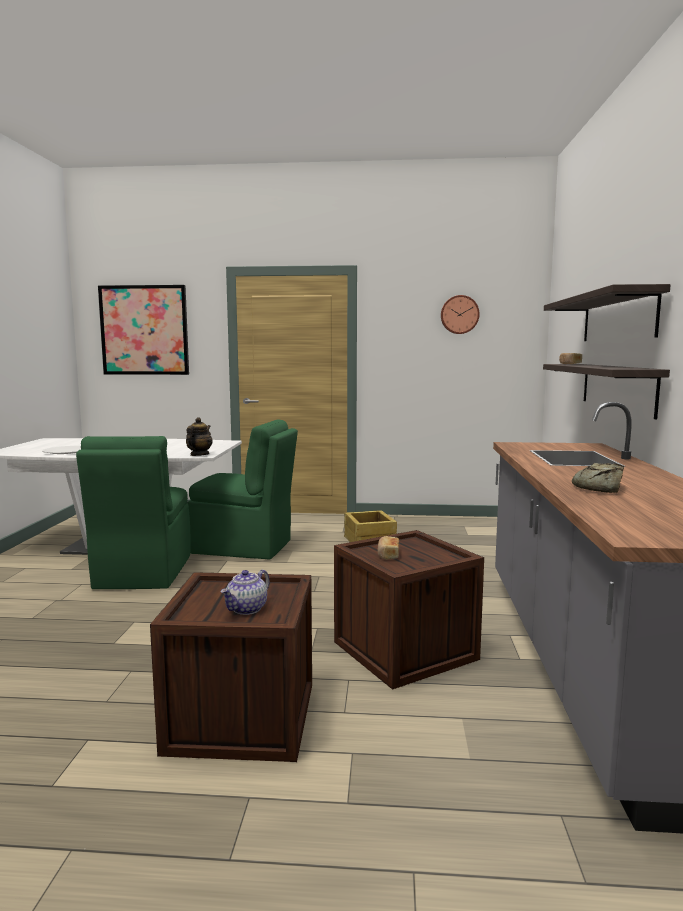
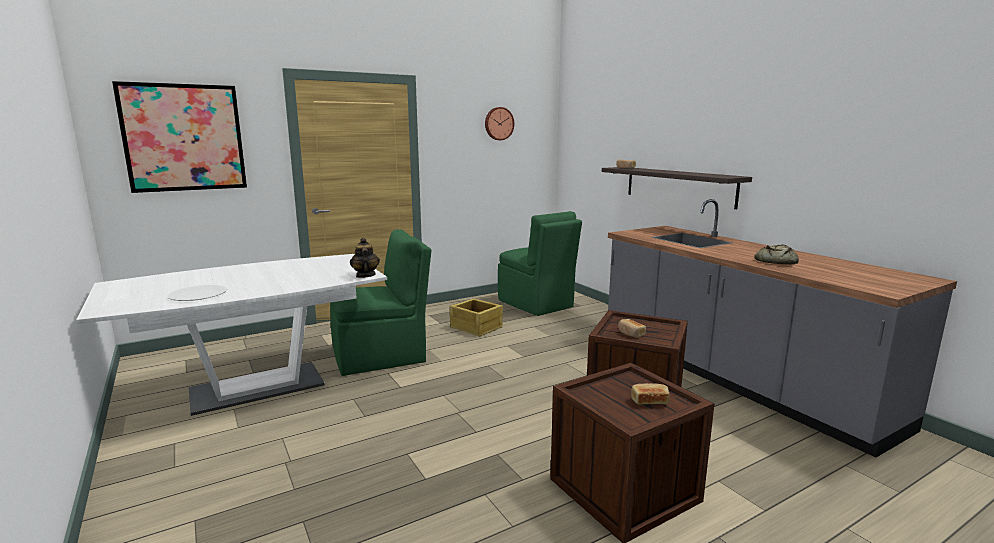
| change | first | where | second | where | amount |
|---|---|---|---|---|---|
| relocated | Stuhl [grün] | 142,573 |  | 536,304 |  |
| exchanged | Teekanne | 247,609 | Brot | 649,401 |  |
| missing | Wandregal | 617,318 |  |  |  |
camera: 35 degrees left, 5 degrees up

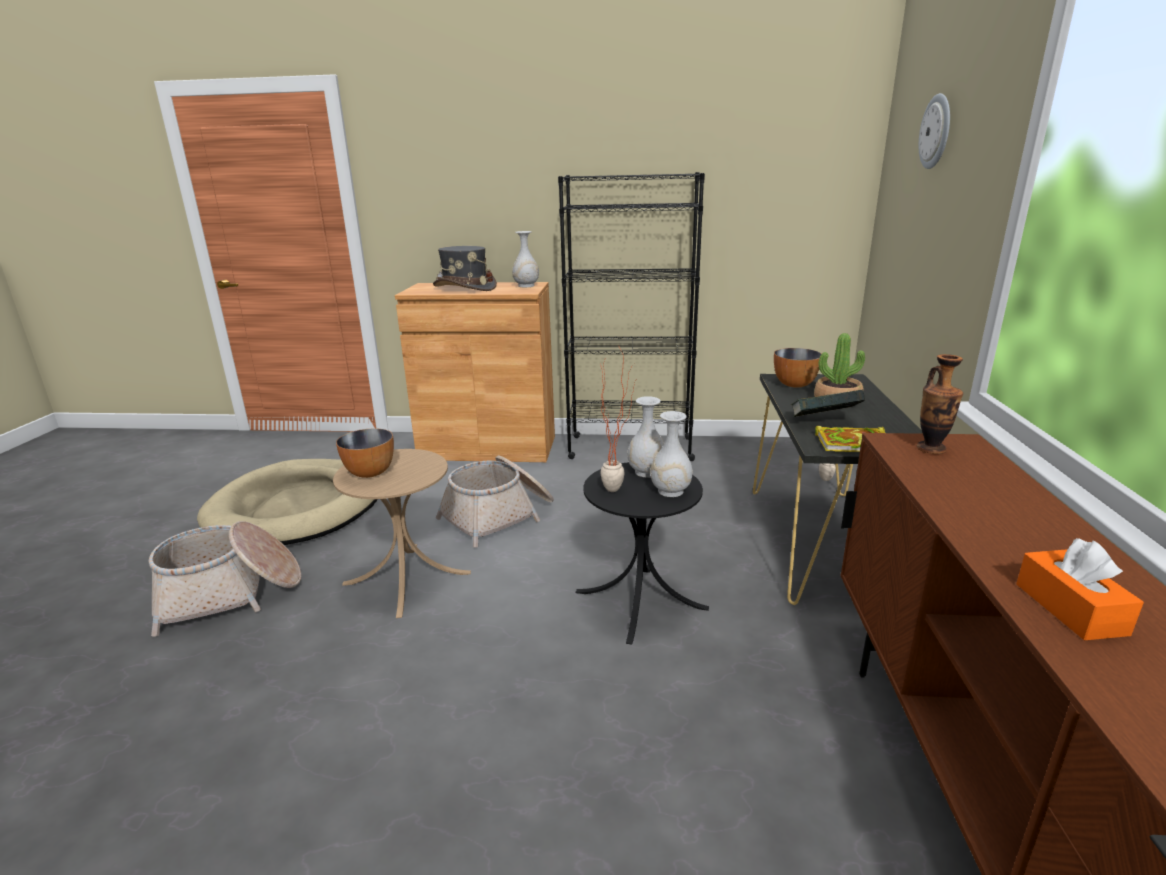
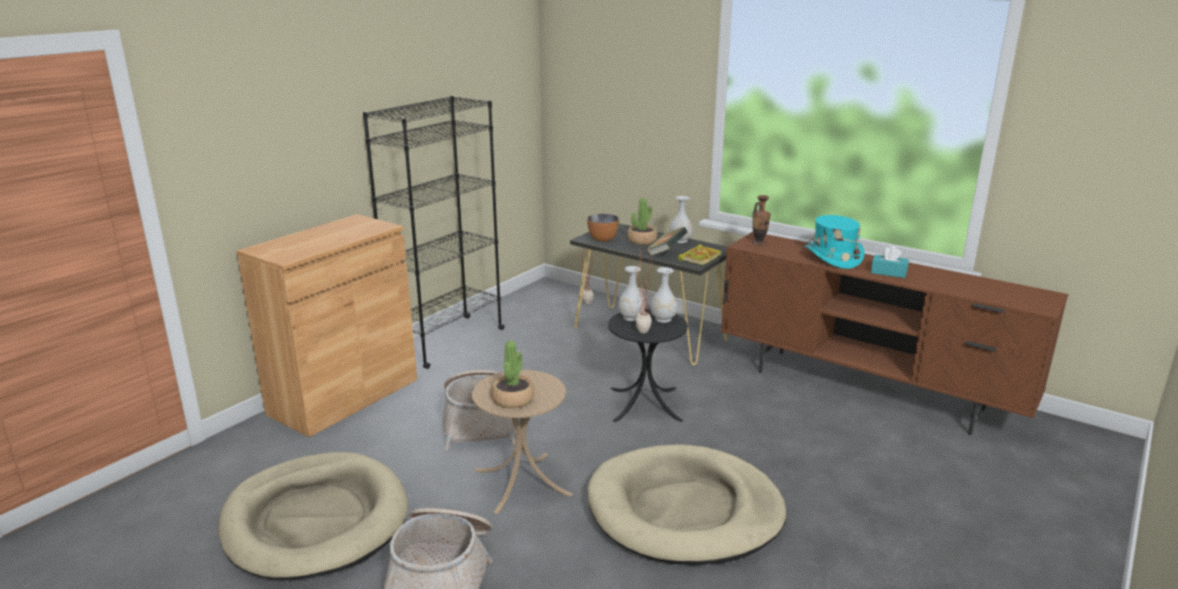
| change | first | where | second | where | amount |
|---|---|---|---|---|---|
| exchanged | Schüssel | 369,473 | Topfpflanze | 513,399 |  |
| missing | Hut [grau] | 465,288 |  |  |  |
| relocated | Vase [weiß] | 526,286 |  | 680,241 |  |
| missing | Wanduhr | 936,131 |  |  |  |
| colour | Taschentuchbox [orange] | 1070,609 | Taschentuchbox [türkis] | 888,272 |  |
| appeared |  |  | Hundebett [beige] | 684,510 |  |
| appeared |  |  | Hut [türkis] | 832,257 |  |
camera: 60 degrees left, 0 degrees up

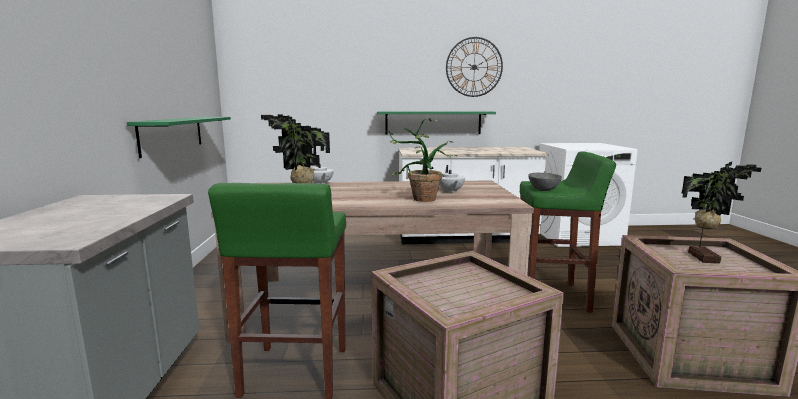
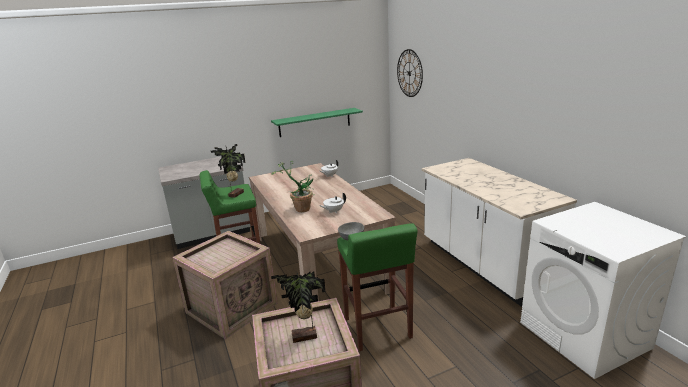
| change | first | where | second | where | amount |
|---|---|---|---|---|---|
| missing | Wandregal [grün] | 433,122 |  |  |  |
| relocated | Wanduhr | 474,67 |  | 409,73 |  |
camera: 70 degrees right, 10 degrees up

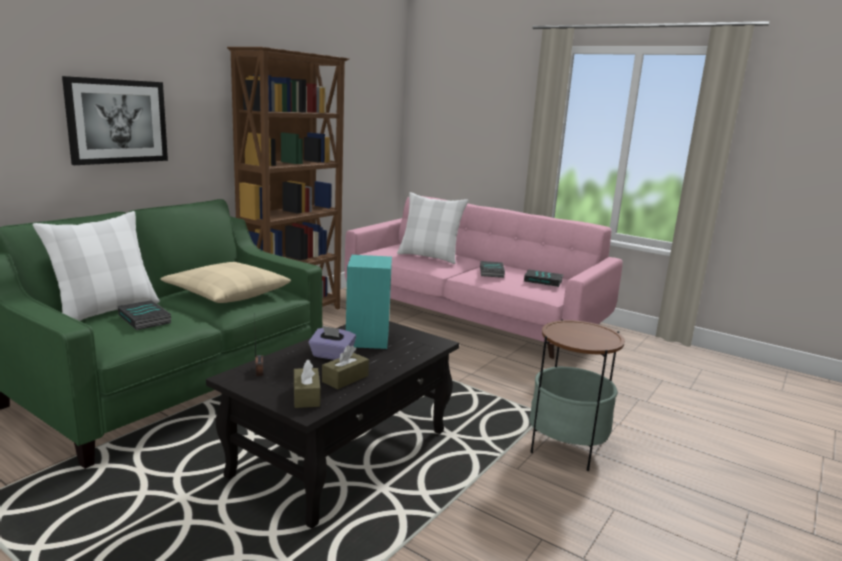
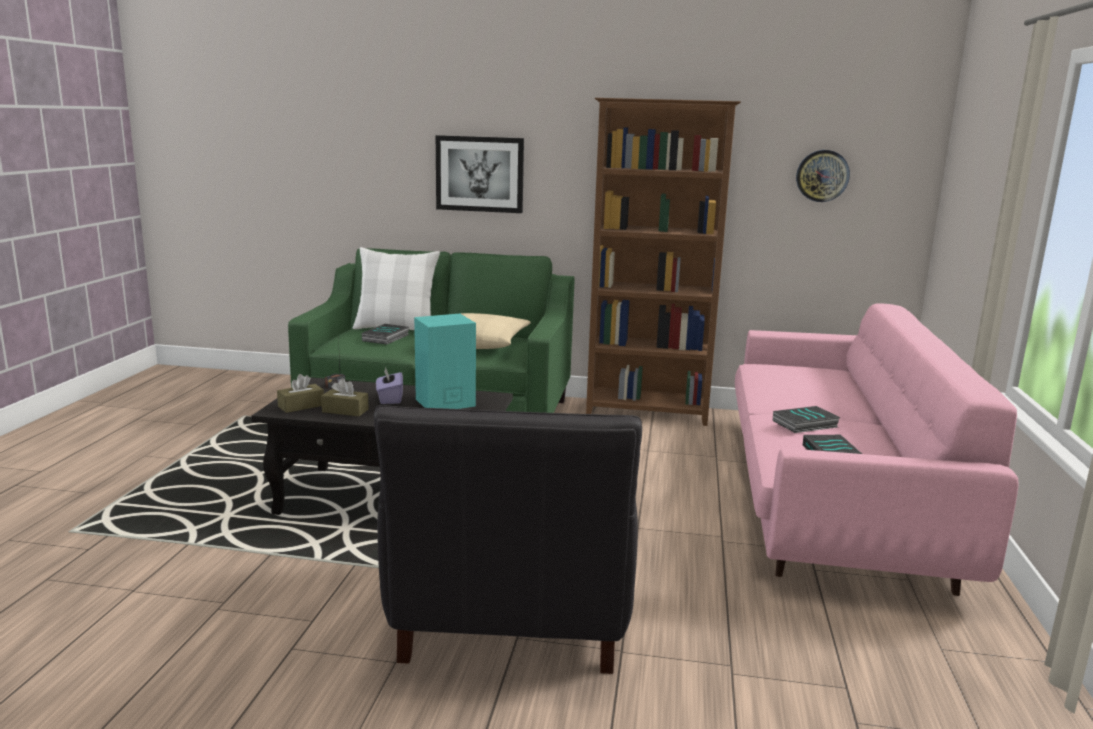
| change | first | where | second | where | amount |
|---|---|---|---|---|---|
| missing | Kissen [weiß] | 429,257 |  |  |  |
| exchanged | Beistelltisch | 566,448 | Sessel [schwarz] | 510,615 |  |
| appeared |  |  | Wanduhr | 822,176 |  |
camera: 65 degrees right, 0 degrees up

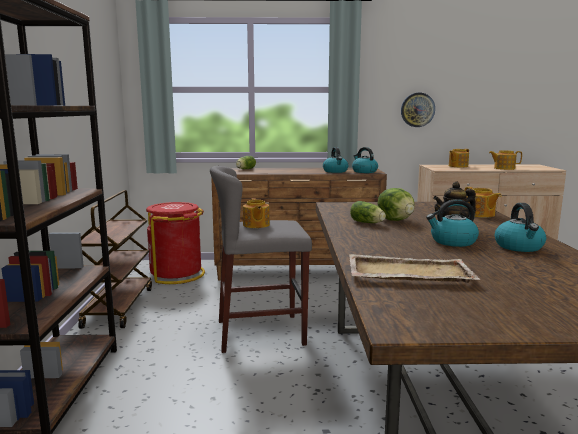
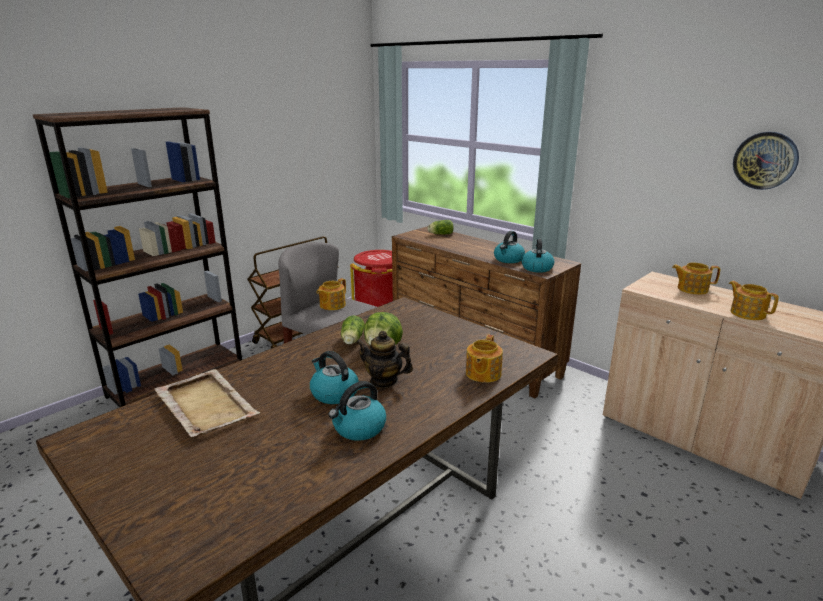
| change | first | where | second | where | amount |
|---|---|---|---|---|---|
| relocated | Wanduhr | 417,109 |  | 765,160 |  |
camera: 45 degrees right, 10 degrees up

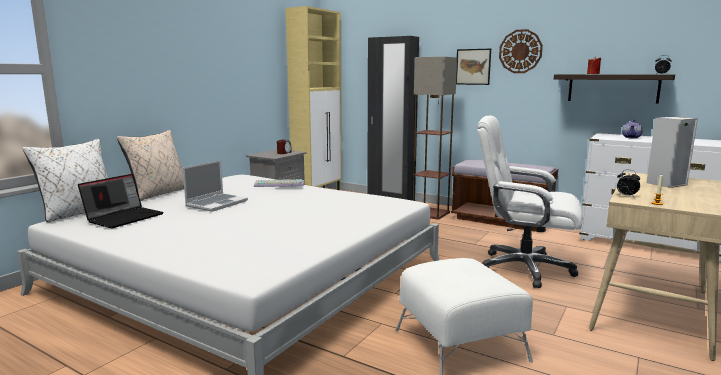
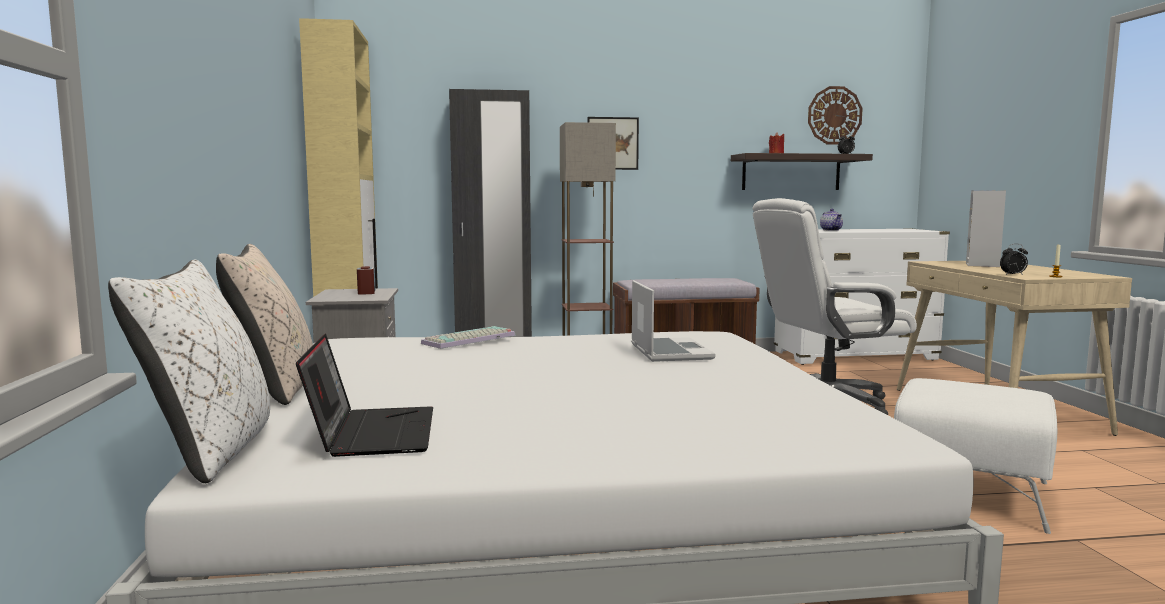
| change | first | where | second | where | amount |
|---|---|---|---|---|---|
| relocated | Laptop | 217,203 |  | 668,352 |  |
| relocated | Wanduhr | 520,51 |  | 834,115 |  |
camera: 40 degrees left, 5 degrees down

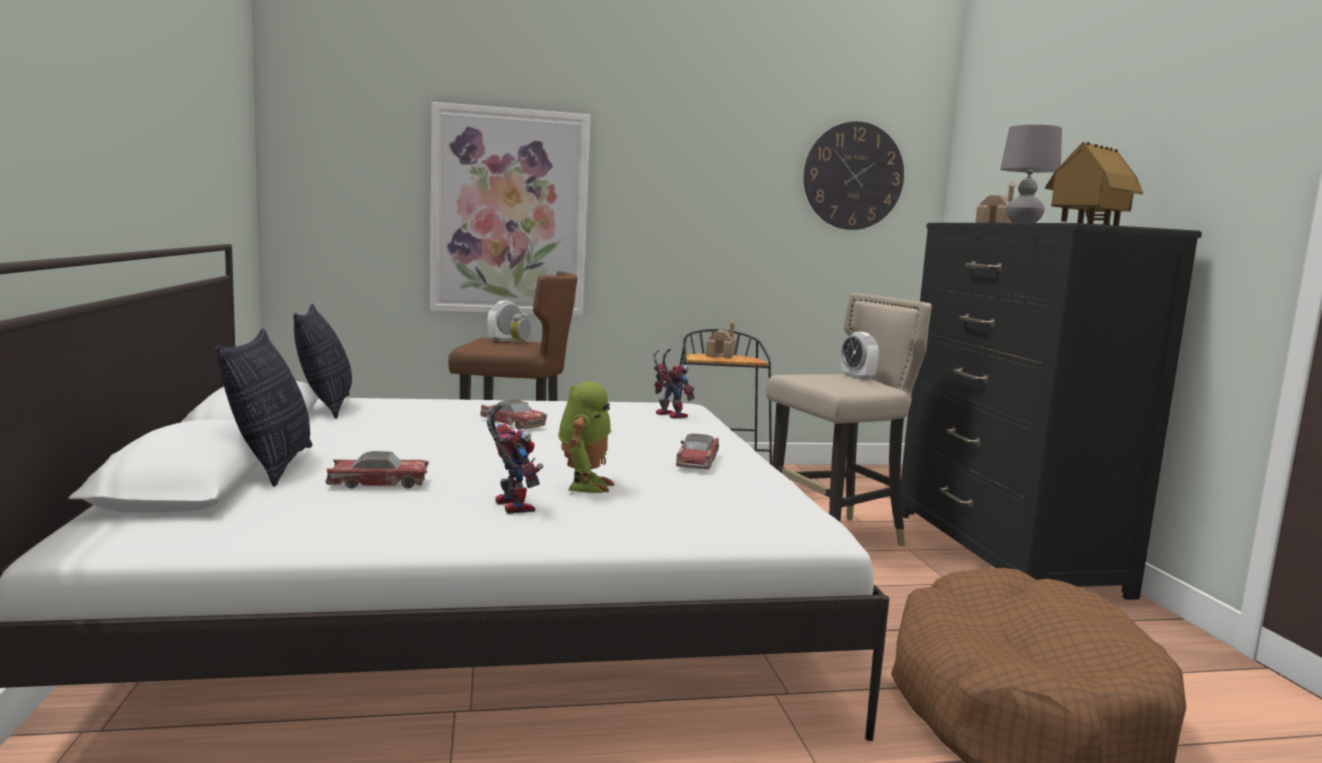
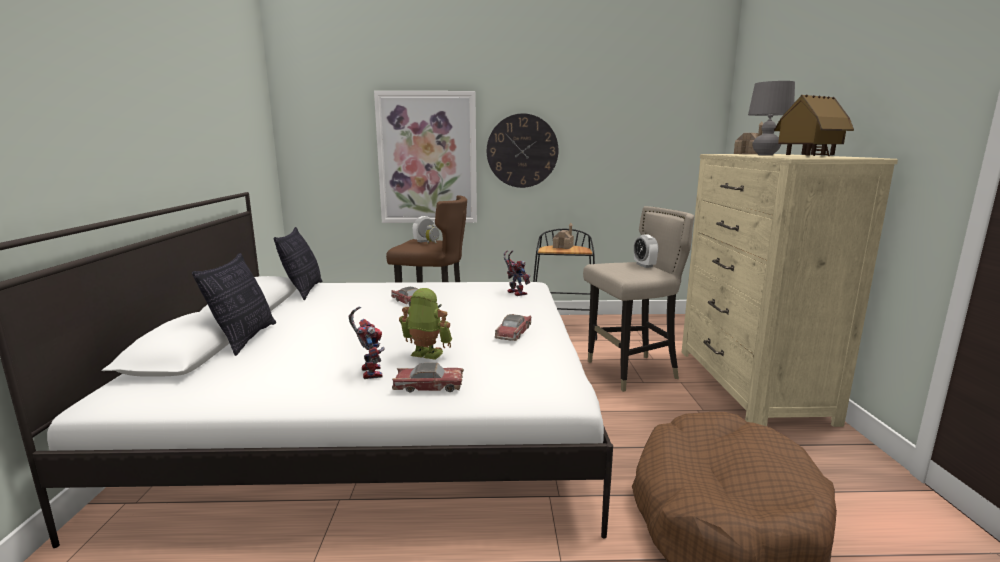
| change | first | where | second | where | amount |
|---|---|---|---|---|---|
| relocated | Spielzeugauto | 378,483 |  | 429,386 |  |
| spun | Spielzeugroboter | 584,485 |  | 425,355 | 90 degrees counterclockwise |
| relocated | Wanduhr | 853,176 |  | 522,151 |  |
| colour | Kommode [schwarz] | 1003,551 | Kommode [beige] | 750,384 |  |
camera: 10 degrees right, 5 degrees up

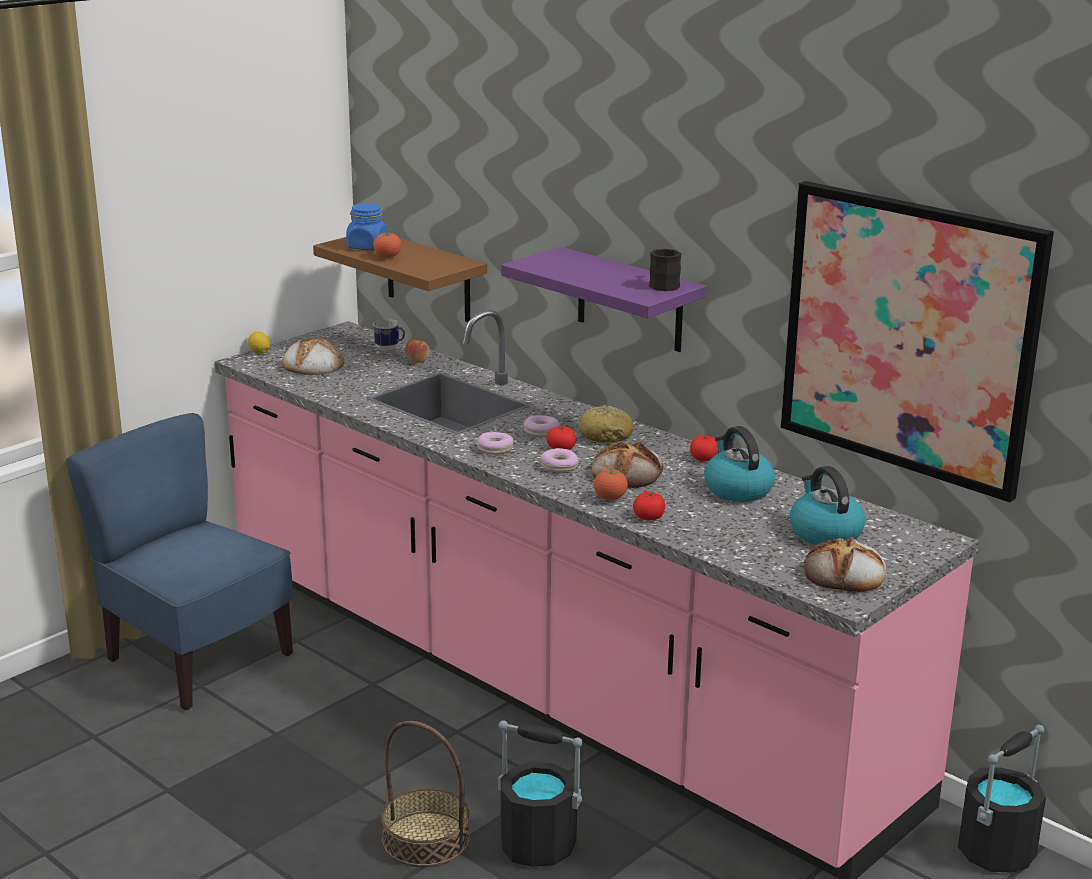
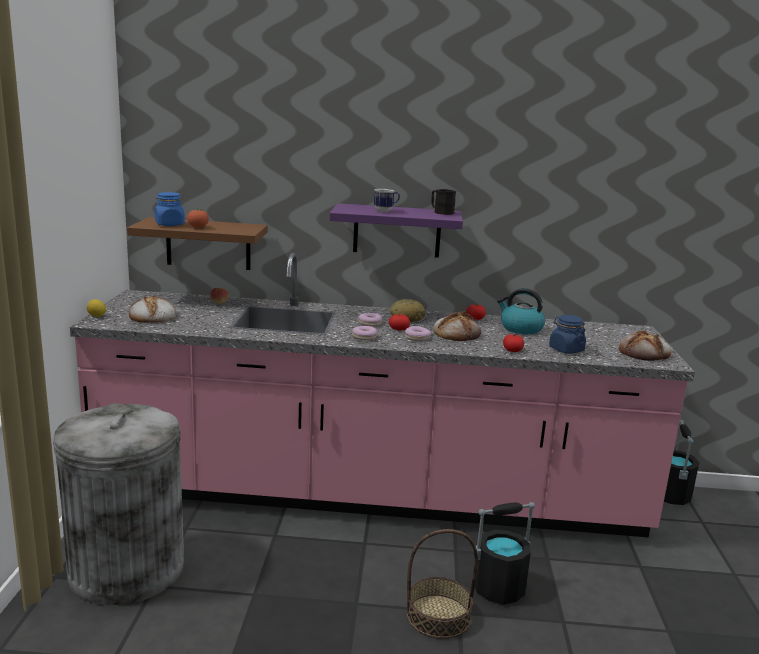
| change | first | where | second | where | amount |
|---|---|---|---|---|---|
| exchanged | Stuhl [blau] | 196,659 | Mülleimer [grau] | 126,568 |  |
| relocated | Henkelbecher | 390,349 |  | 386,211 |  |
| missing | Tomate | 610,498 |  |  |  |
| missing | Bild | 908,336 |  |  |  |
| missing | Wasserkessel | 824,533 |  |  |  |
| appeared |  |  | Vorratsglas [blau] | 566,349 |  |
camera: 40 degrees left, 5 degrees down

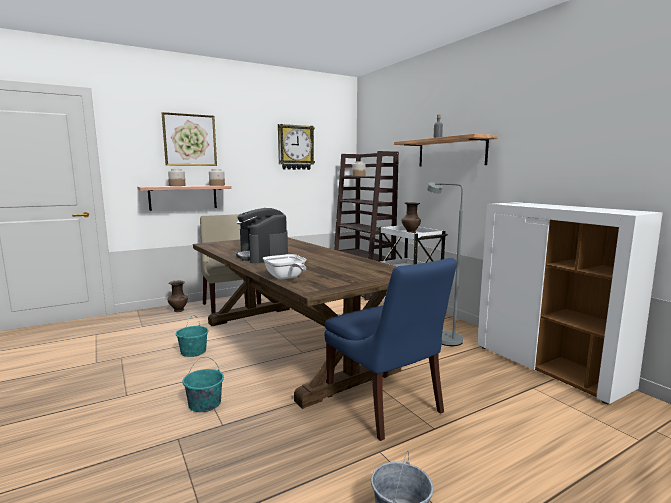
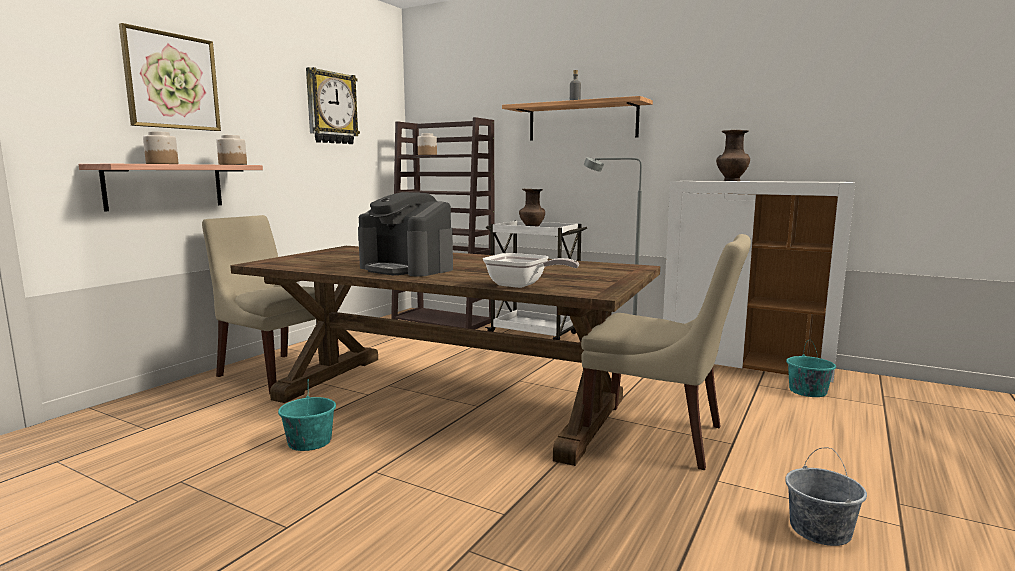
| change | first | where | second | where | amount |
|---|---|---|---|---|---|
| relocated | Vase [braun] | 178,310 |  | 731,181 |  |
| relocated | Eimer [türkis] | 204,404 |  | 808,391 |  |
| colour | Stuhl [blau] | 385,406 | Stuhl [beige] | 658,437 |  |
camera: 30 degrees left, 0 degrees up

